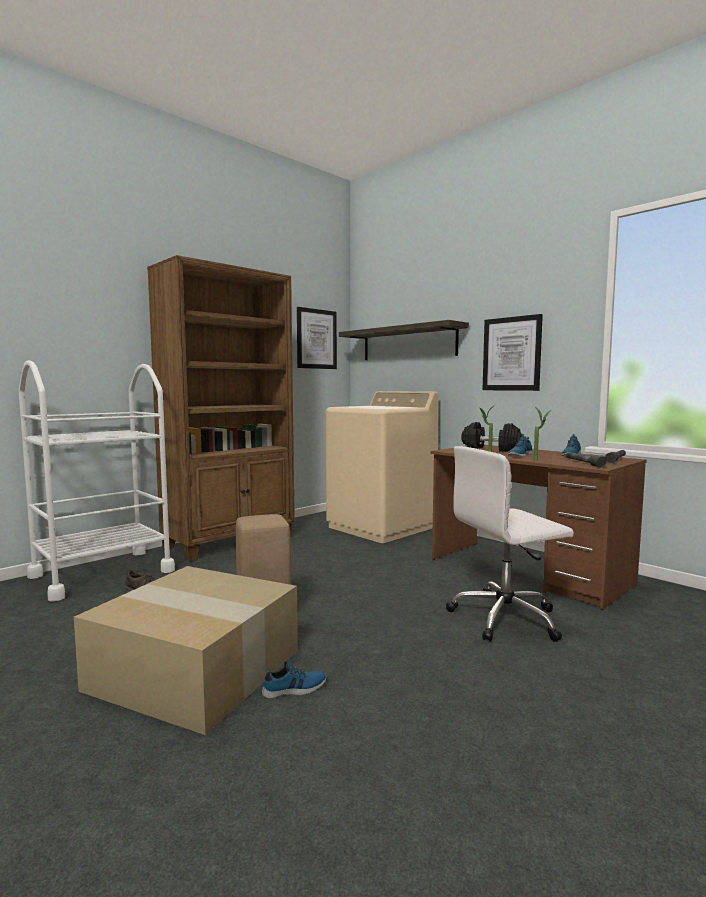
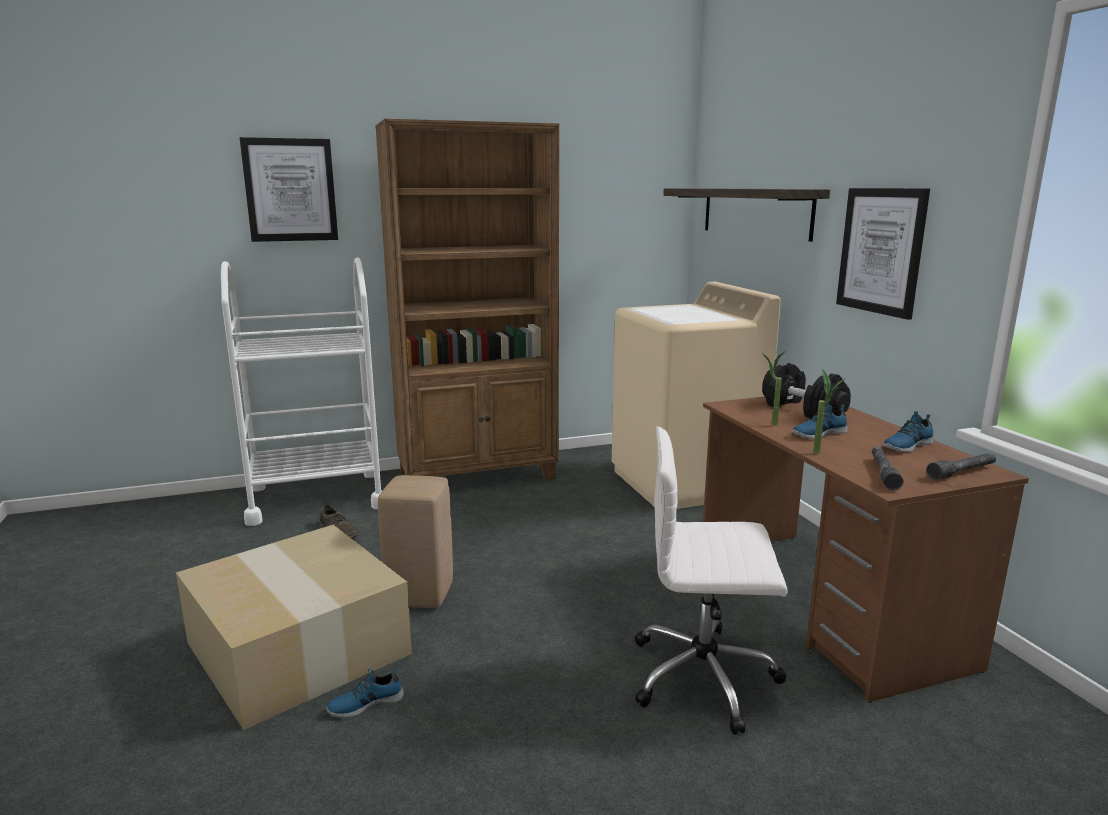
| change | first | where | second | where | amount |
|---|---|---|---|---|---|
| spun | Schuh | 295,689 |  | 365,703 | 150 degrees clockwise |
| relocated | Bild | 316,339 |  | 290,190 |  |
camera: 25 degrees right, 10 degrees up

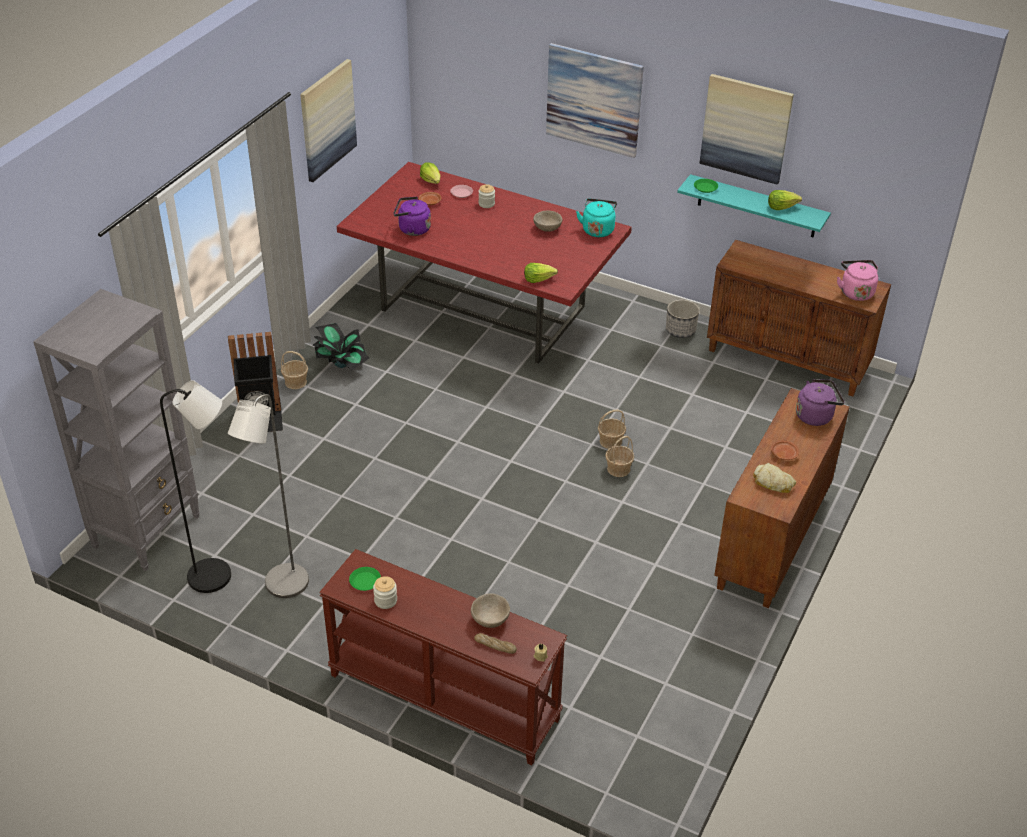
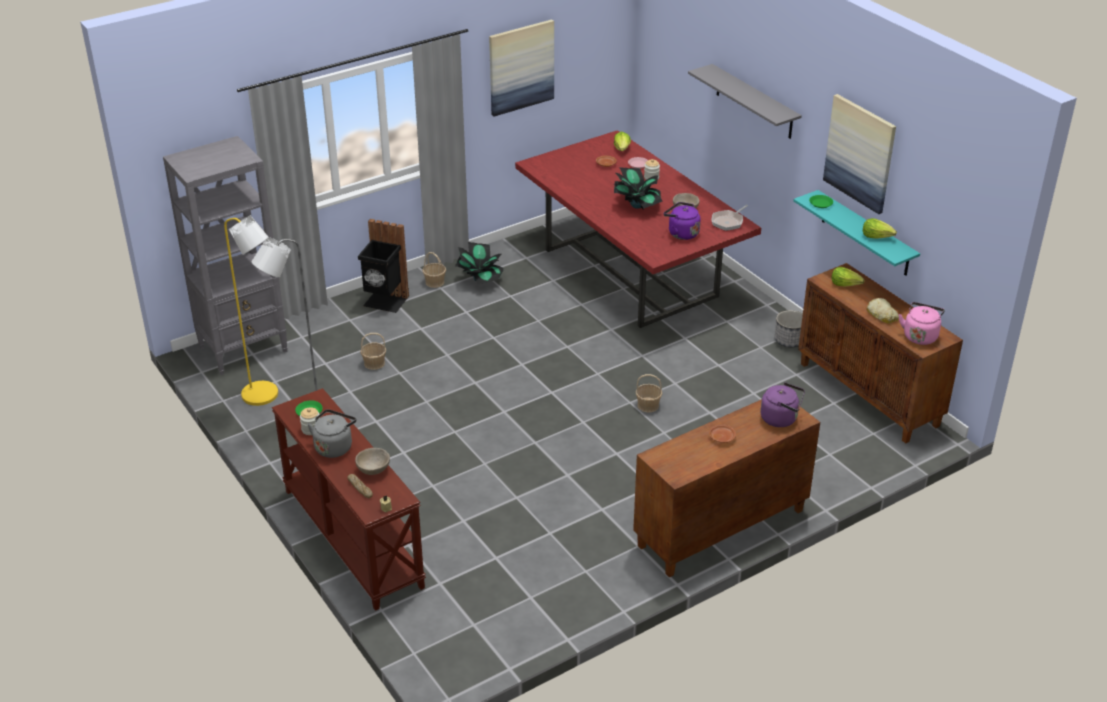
| change | first | where | second | where | amount |
|---|---|---|---|---|---|
| colour | Stehlampe [schwarz] | 218,576 | Stehlampe [gelb] | 265,396 |  |
| relocated | Wasserkessel [lila] | 412,229 |  | 681,233 |  |
| relocated | Salatkopf | 538,279 |  | 845,284 |  |
| exchanged | Bild | 594,100 | Wandregal [grau] | 754,102 |  |
| exchanged | Wasserkessel [türkis] | 598,229 | Pfanne | 728,222 |  |
| relocated | Korb | 618,469 |  | 374,363 |  |
| relocated | Brot | 773,482 |  | 881,314 |  |
| appeared |  |  | Wasserkessel [grau] | 334,446 |  |
| appeared |  |  | Topfpflanze | 637,205 |  |
camera: 30 degrees right, 5 degrees down

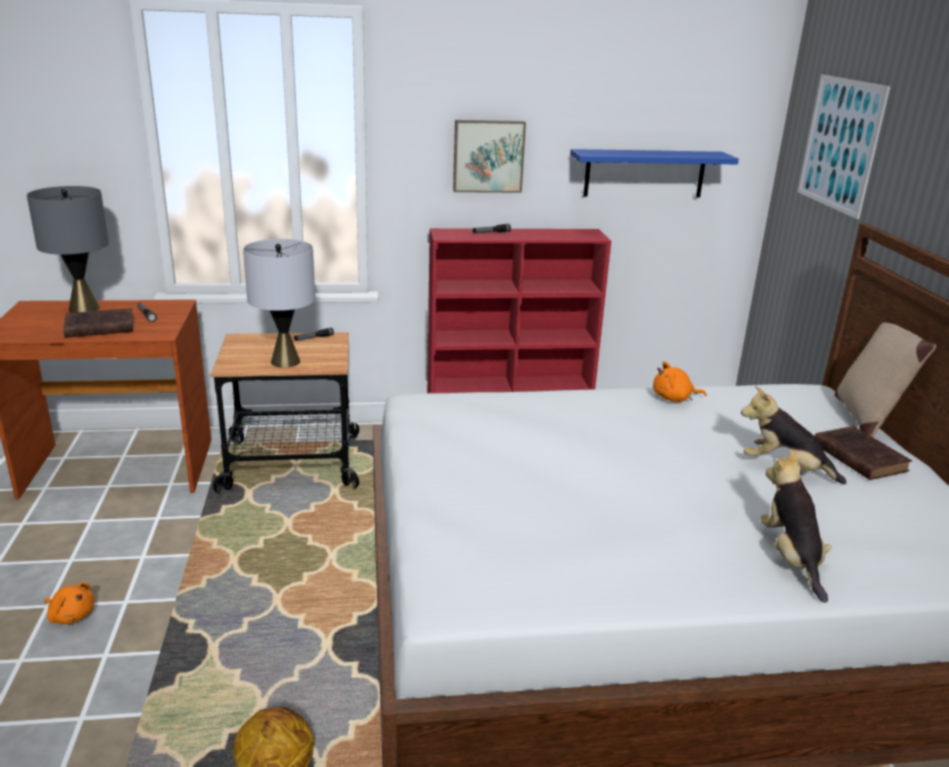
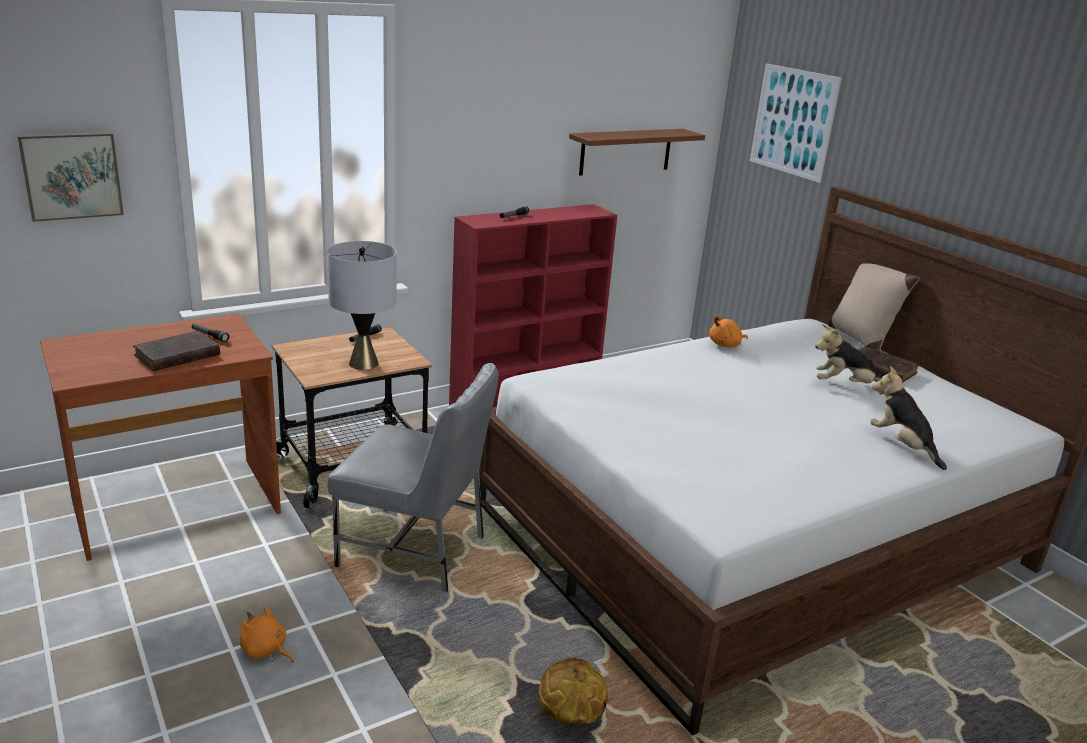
| change | first | where | second | where | amount |
|---|---|---|---|---|---|
| missing | Tischlampe [grau] | 84,308 |  |  |  |
| spun | Plüschtier [orange] | 71,615 |  | 265,650 | 150 degrees counterclockwise |
| relocated | Bild | 488,156 |  | 71,175 |  |
| colour | Wandregal [blau] | 644,173 | Wandregal [braun] | 626,151 |  |
| appeared |  |  | Stuhl [grau] | 415,552 |  |
camera: 25 degrees left, 0 degrees up

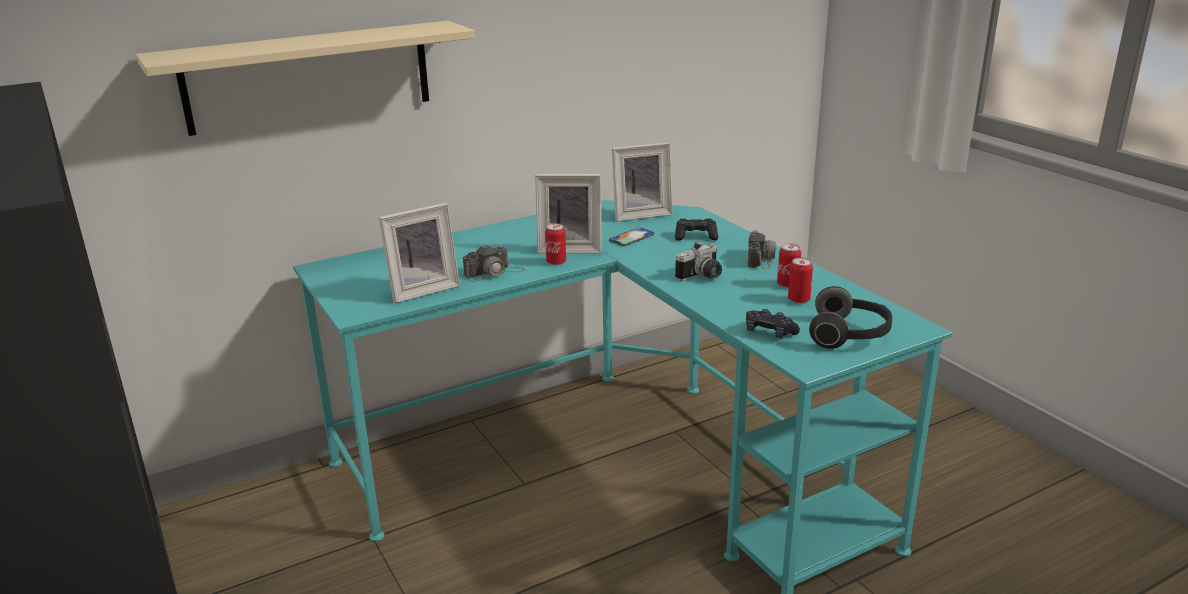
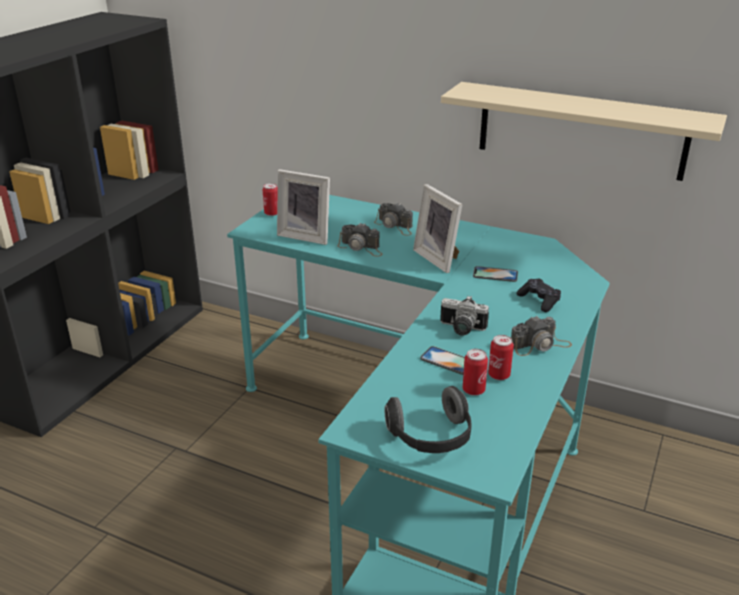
| change | first | where | second | where | amount |
|---|---|---|---|---|---|
| relocated | Wandregal [beige] | 309,77 |  | 581,130 |  |
| relocated | Dose | 556,262 |  | 272,213 |  |
| missing | Bilderrahmen | 640,214 |  |  |  |
| missing | Gamepad [schwarz] | 769,332 |  |  |  |
| appeared |  |  | Kamera | 395,226 |  |
| appeared |  |  | Handy | 448,361 |  |
camera: 55 degrees right, 5 degrees up

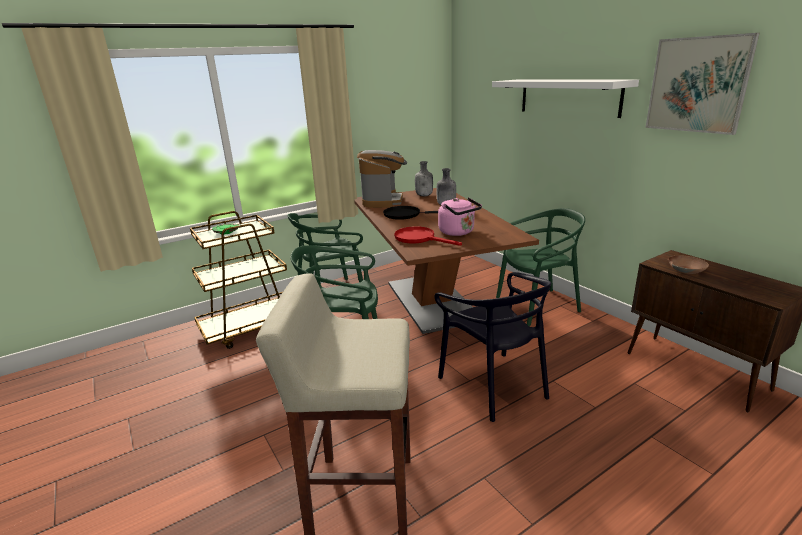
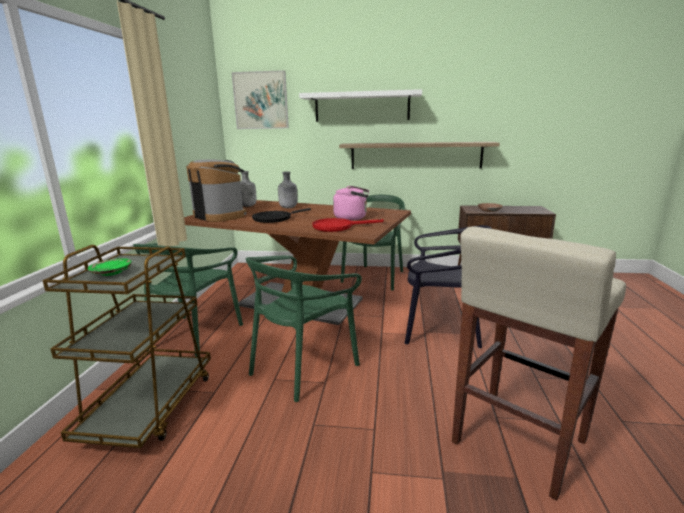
| change | first | where | second | where | amount |
|---|---|---|---|---|---|
| relocated | Bild | 697,85 |  | 261,100 |  |
| appeared |  |  | Wandregal | 415,155 |  |
camera: 50 degrees left, 5 degrees down

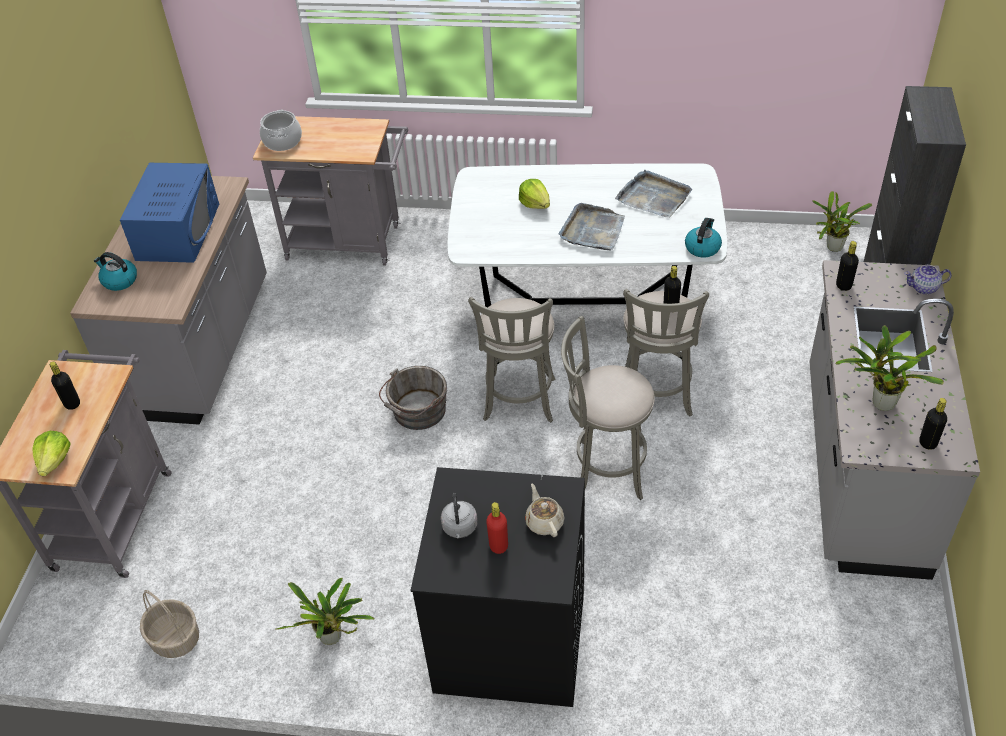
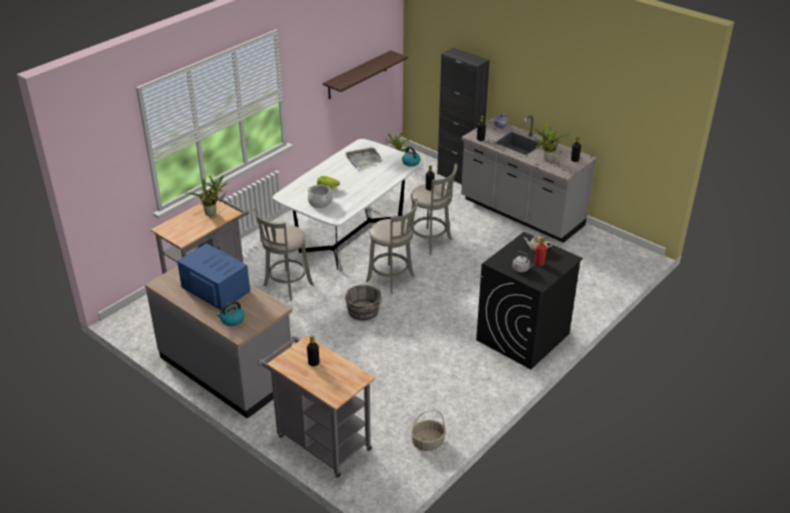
| change | first | where | second | where | amount |
|---|---|---|---|---|---|
| missing | Salatkopf | 55,461 |  |  |  |
| relocated | Kochtopf | 282,141 |  | 320,203 |  |
| relocated | Topfpflanze | 333,639 |  | 212,213 |  |
| missing | Tablett [grau] | 592,230 |  |  |  |
| relocated | Hocker [grau] | 605,469 |  | 286,286 |  |
| appeared |  |  | Wandregal | 357,75 |  |
camera: 60 degrees left, 10 degrees down

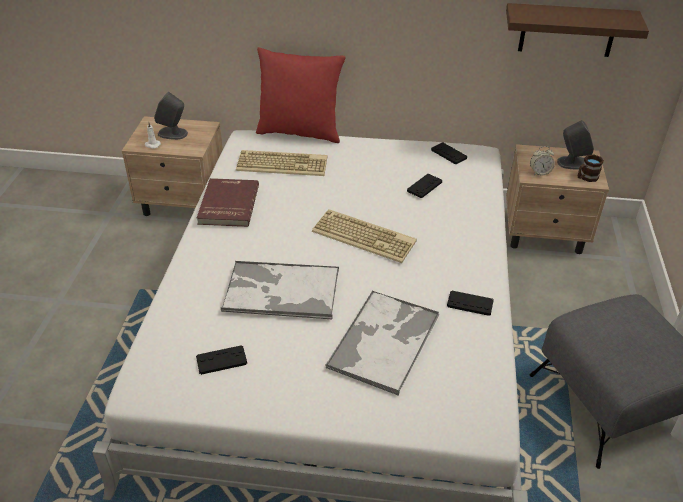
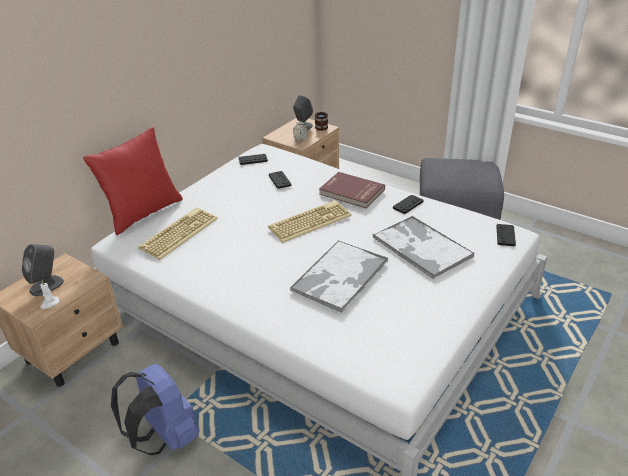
| change | first | where | second | where | amount |
|---|---|---|---|---|---|
| relocated | Gamepad [schwarz] | 221,360 |  | 505,235 |  |
| relocated | Buch [rot] | 227,205 |  | 351,192 |  |
| missing | Wandregal [braun] | 567,30 |  |  |  |
| appeared |  |  | Rucksack [blau] | 165,437 |  |
camera: 60 degrees left, 5 degrees down

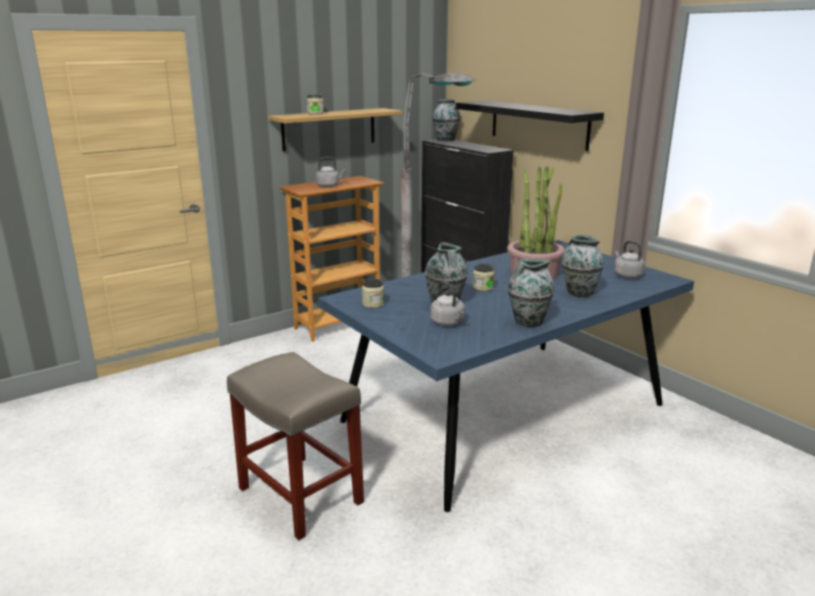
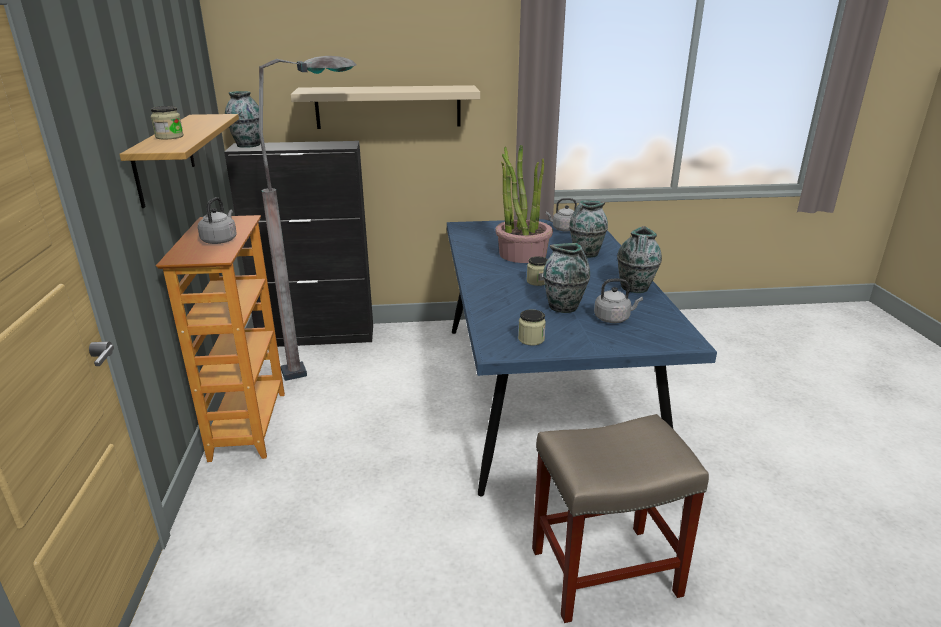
| change | first | where | second | where | amount |
|---|---|---|---|---|---|
| colour | Wandregal [schwarz] | 538,124 | Wandregal [beige] | 388,107 |  |
camera: 60 degrees left, 5 degrees up

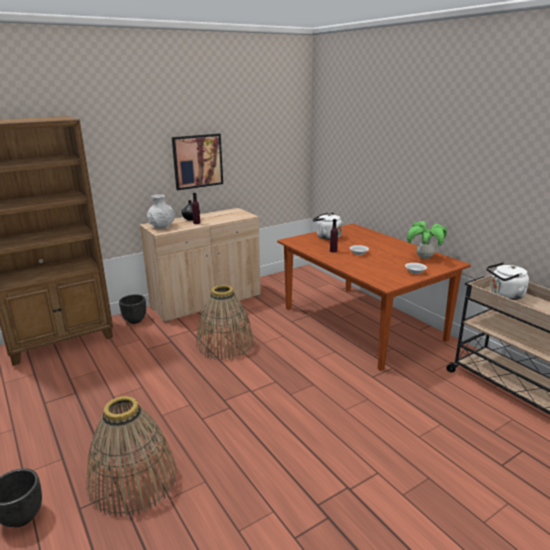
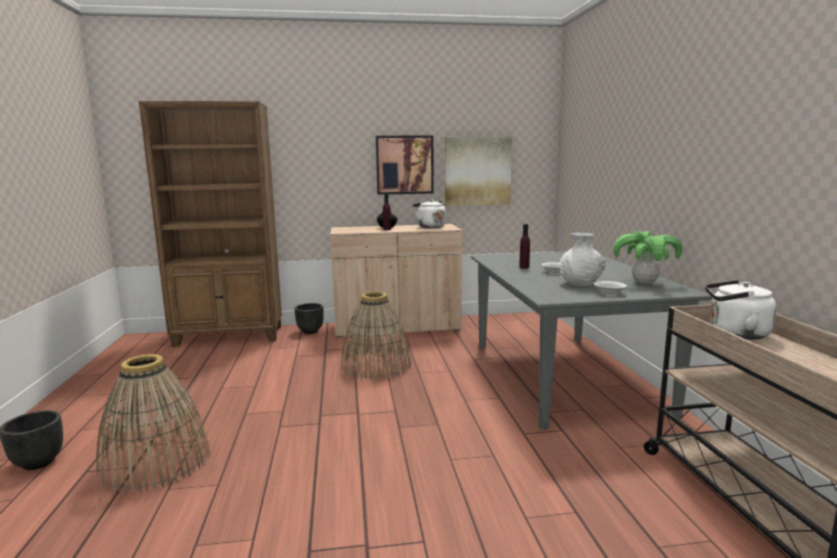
| change | first | where | second | where | amount |
|---|---|---|---|---|---|
| relocated | Vase [weiß] | 162,226 |  | 580,284 |  |
| colour | Esstisch [braun] | 362,323 | Esstisch [grau] | 565,376 |  |
| relocated | Wasserkessel [weiß] | 327,237 |  | 430,227 |  |
| appeared |  |  | Bild | 477,171 |  |
camera: 25 degrees right, 10 degrees down

